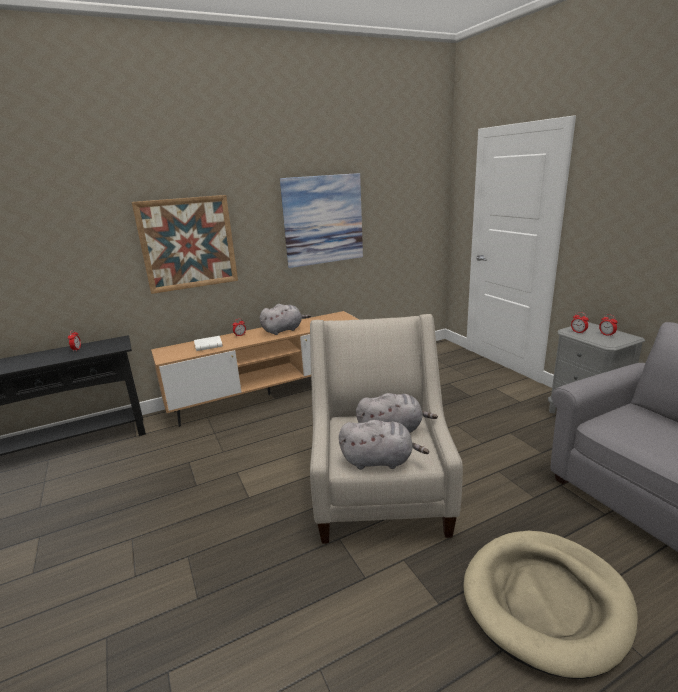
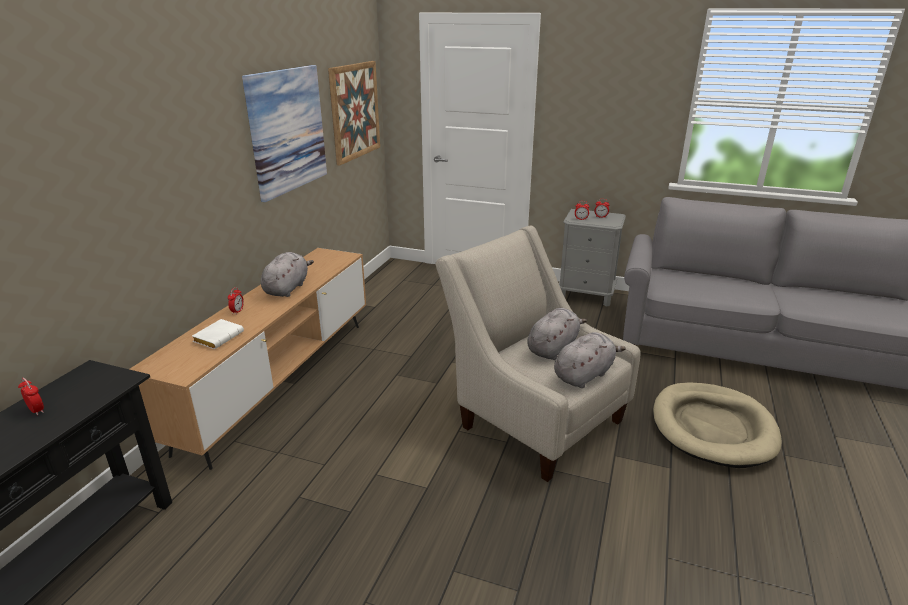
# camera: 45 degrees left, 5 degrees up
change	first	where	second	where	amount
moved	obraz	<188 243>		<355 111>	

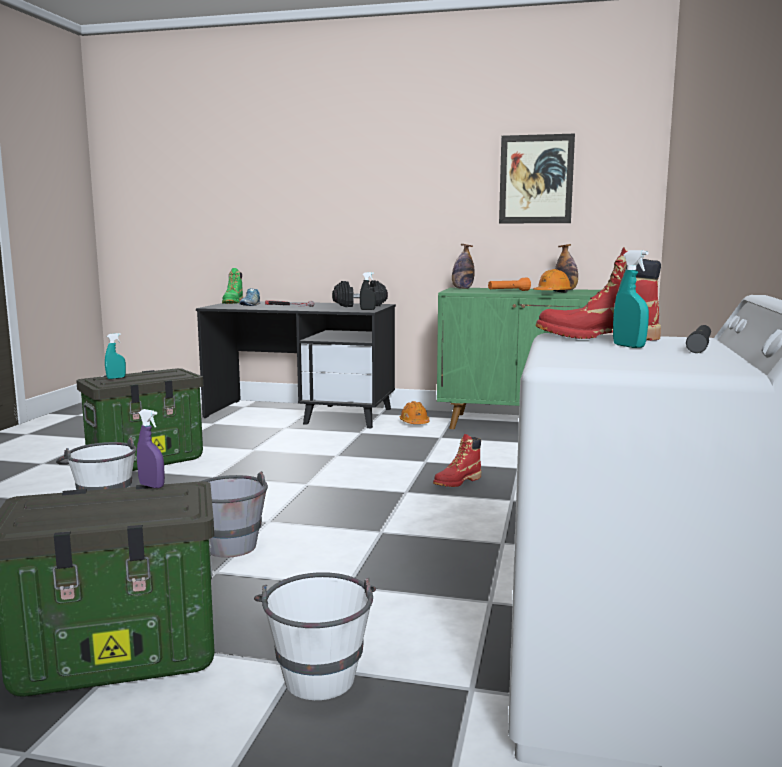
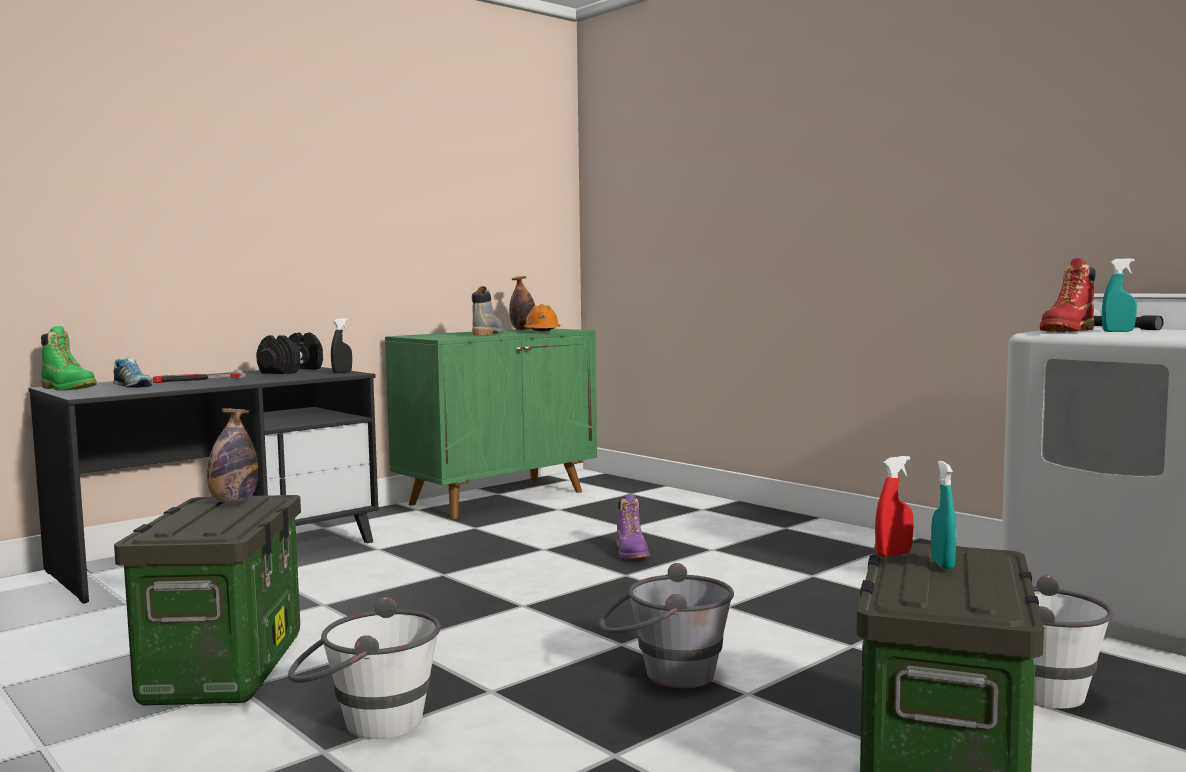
# camera: 55 degrees left, 5 degrees down
change	first	where	second	where	amount
removed	obraz	<536 179>			
moved	butelka	<462 288>		<233 501>	
replaced	latarka/pomarańczowy	<508 291>	but z cholewką/szary	<487 334>	
moved	spryskiwacz/turkusowy	<116 378>		<942 564>	
removed	kask/pomarańczowy	<414 423>			
recoloured	spryskiwacz/fioletowy	<152 486>	spryskiwacz/czerwony	<893 554>	
recoloured	but z cholewką/czerwony	<457 482>	but z cholewką/fioletowy	<631 553>	

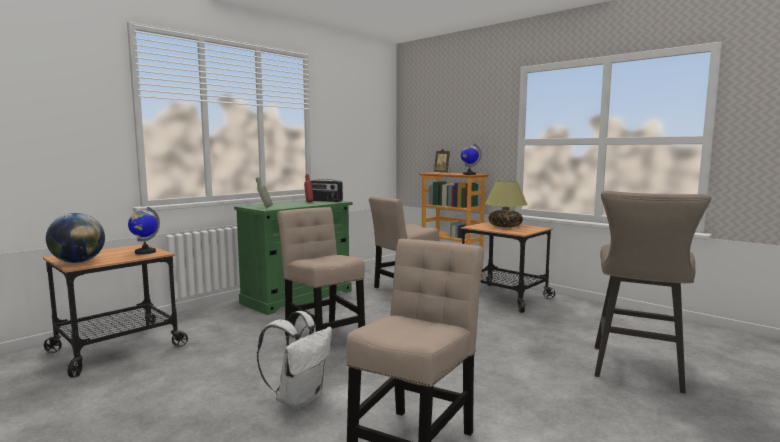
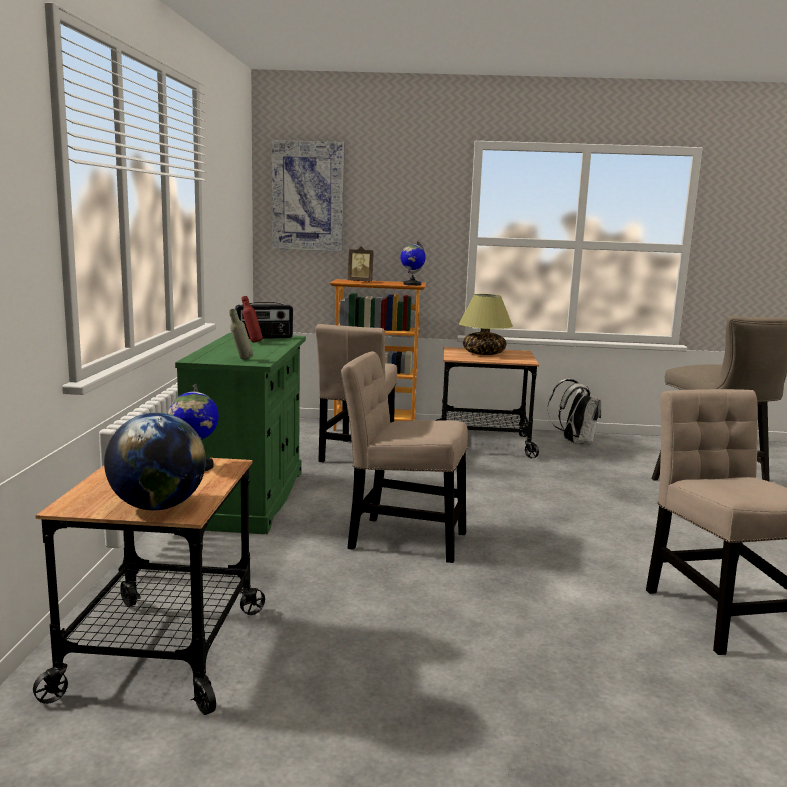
# camera: 40 degrees left, 5 degrees up
change	first	where	second	where	amount
moved	plecak/biały	<299 398>		<574 442>	
added			obraz	<308 196>	

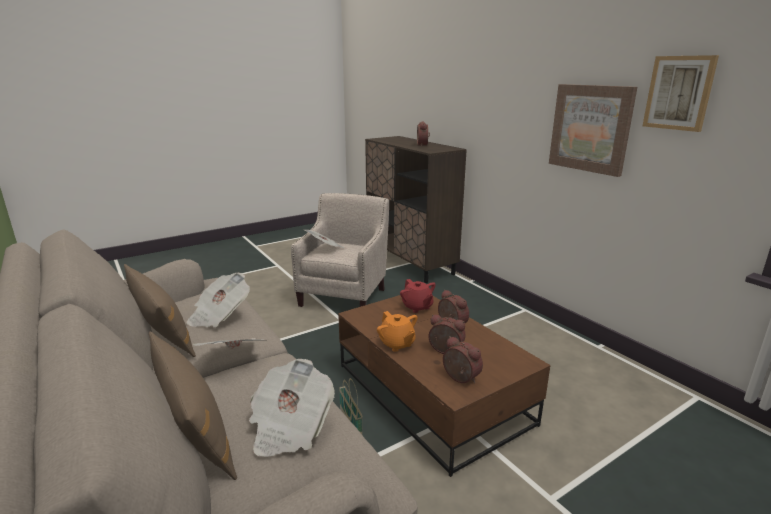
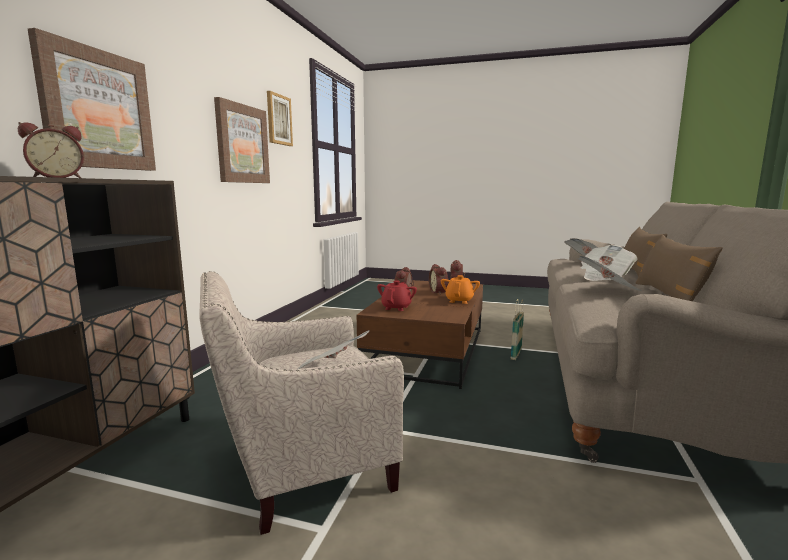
# camera: 130 degrees left, 10 degrees down
change	first	where	second	where	amount
added			obraz	<97 110>	

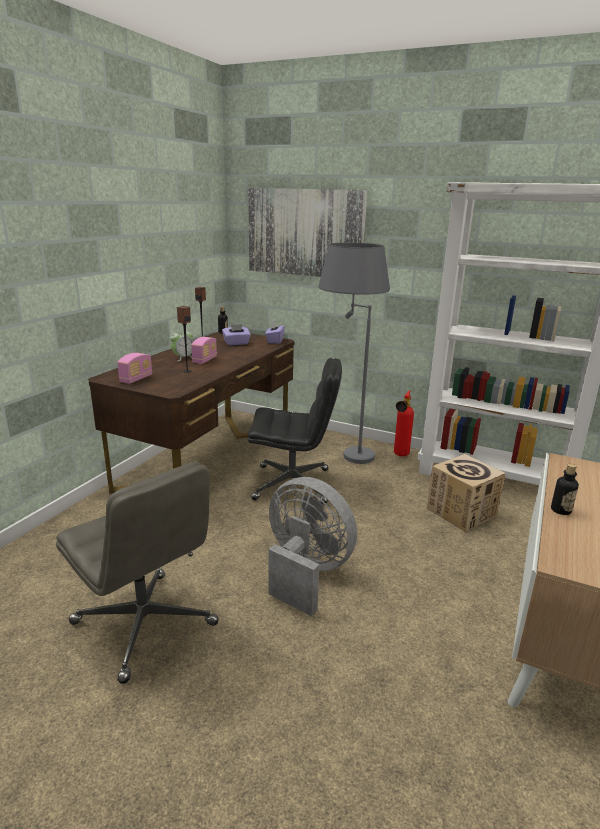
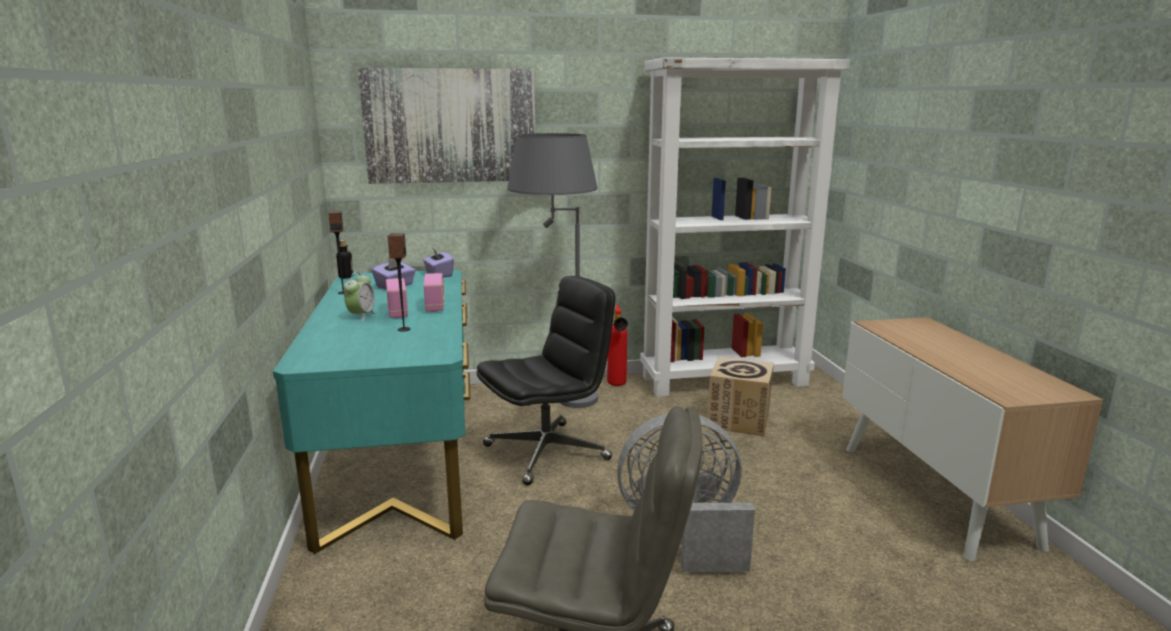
# camera: 35 degrees left, 5 degrees down
change	first	where	second	where	amount
recoloured	biurko/brązowy	<209 458>	biurko/turkusowy	<400 458>	
moved	radio	<136 379>		<435 306>	
removed	butelka	<561 510>			

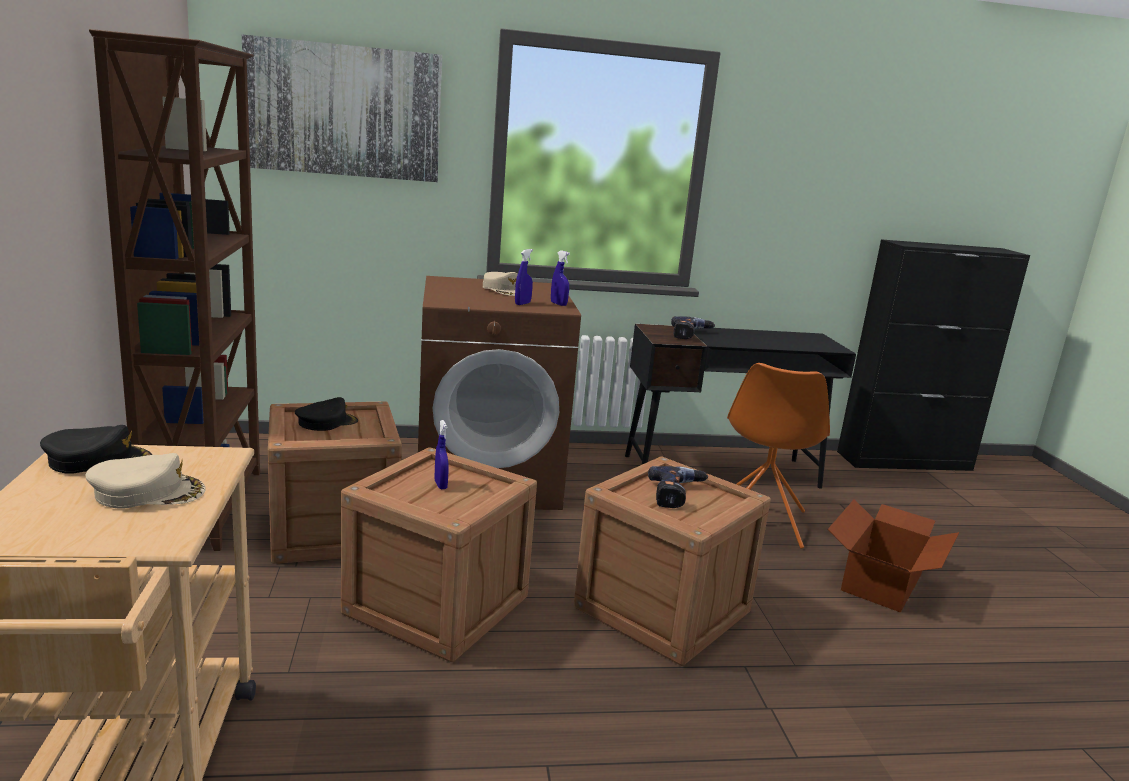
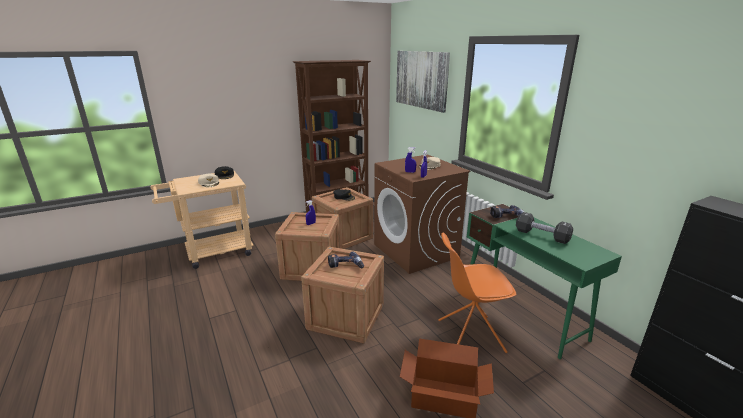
# camera: 70 degrees right, 5 degrees up
change	first	where	second	where	amount
recoloured	biurko/czarny	<722 471>	biurko/zielony	<522 312>	
added			hantel/czarny	<542 235>	

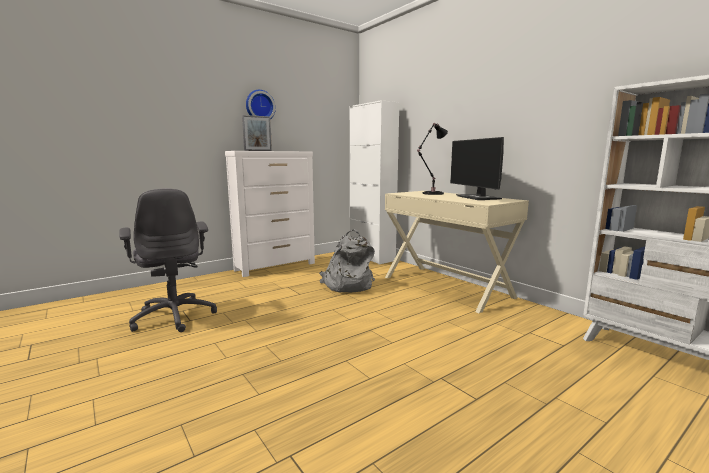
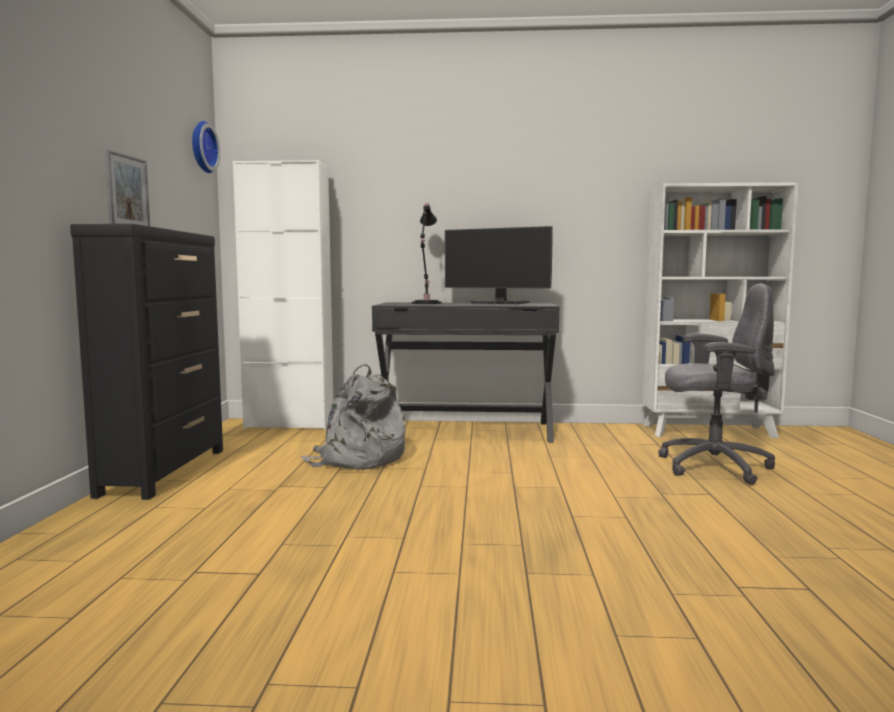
# camera: 50 degrees left, 5 degrees down
change	first	where	second	where	amount
moved	zegar ścienny	<259 106>		<201 147>	
recoloured	komoda/biały	<276 267>	komoda/czarny	<165 471>	
moved	krzesło biurowe/szary	<174 316>		<712 466>	
recoloured	biurko/beżowy	<446 286>	biurko/czarny	<465 430>	

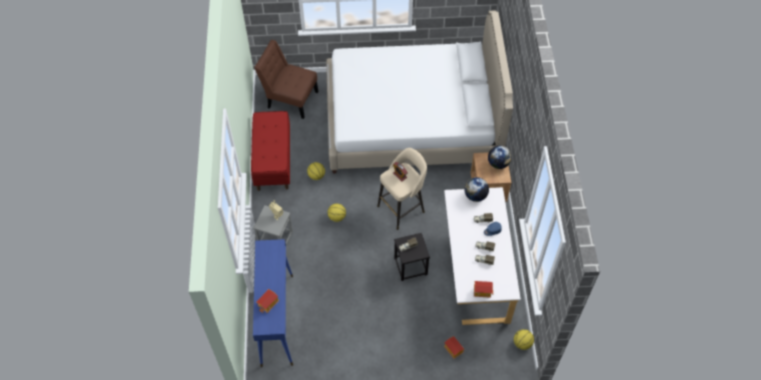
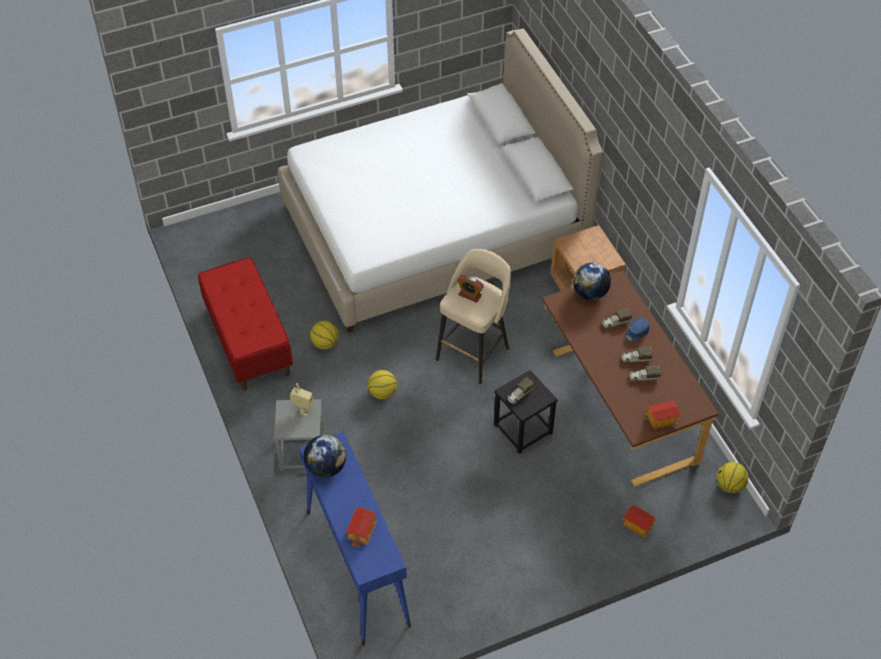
# camera: 20 degrees left, 5 degrees down
change	first	where	second	where	amount
removed	krzesło/brązowy	<290 98>			
moved	globus	<498 163>		<326 467>	
recoloured	biurko/biały	<475 270>	biurko/brązowy	<618 406>	

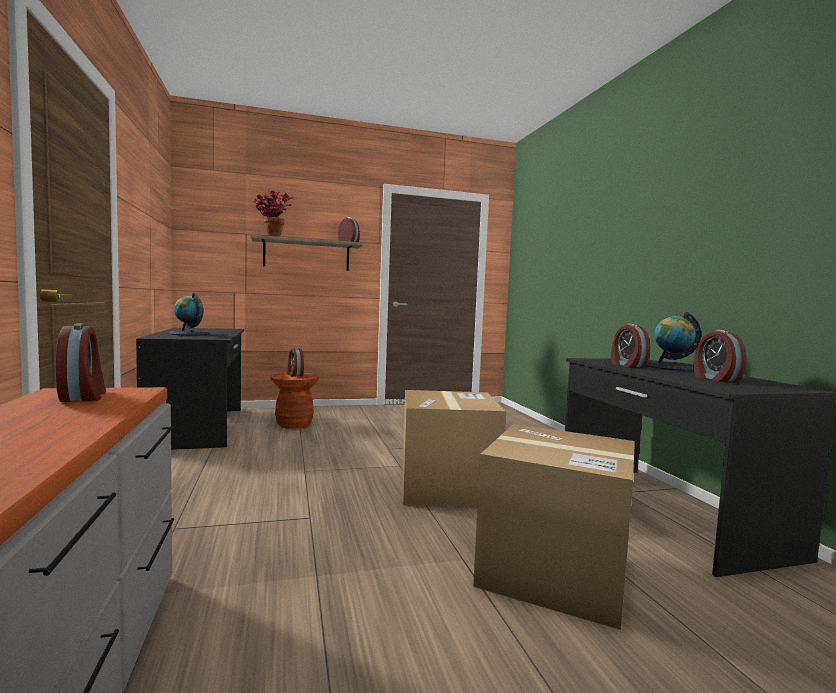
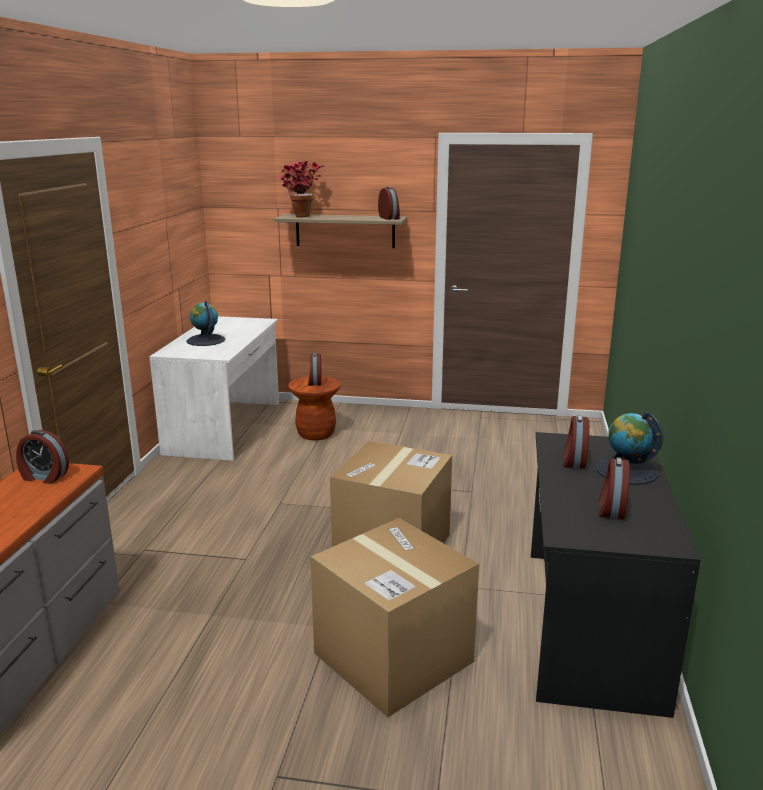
# camera: 25 degrees right, 15 degrees up
change	first	where	second	where	amount
turned	budzik	<84 396>		<44 477>	105 degrees clockwise
recoloured	biurko/czarny	<199 427>	biurko/biały	<226 427>	

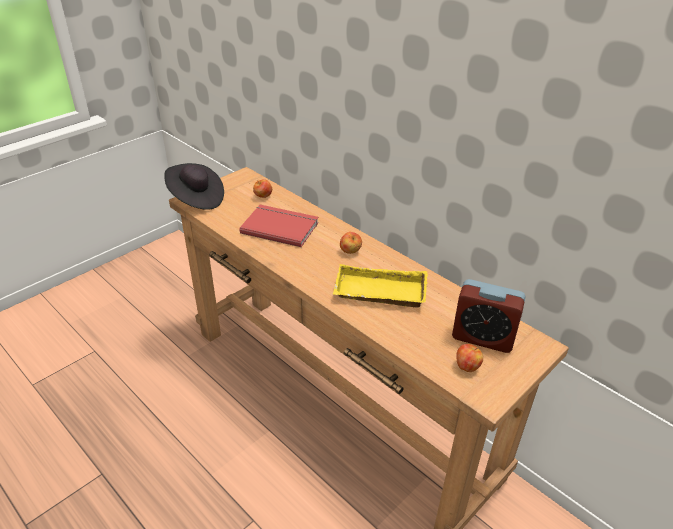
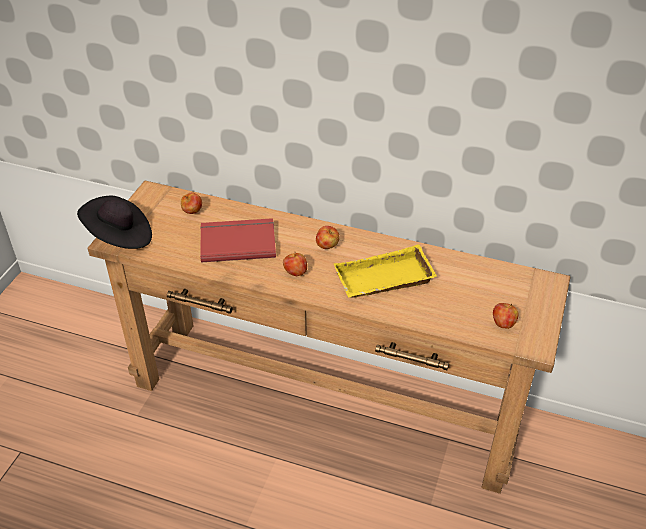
# camera: 25 degrees left, 5 degrees up
change	first	where	second	where	amount
removed	budzik	<482 337>			
added			jabłko	<295 273>	

